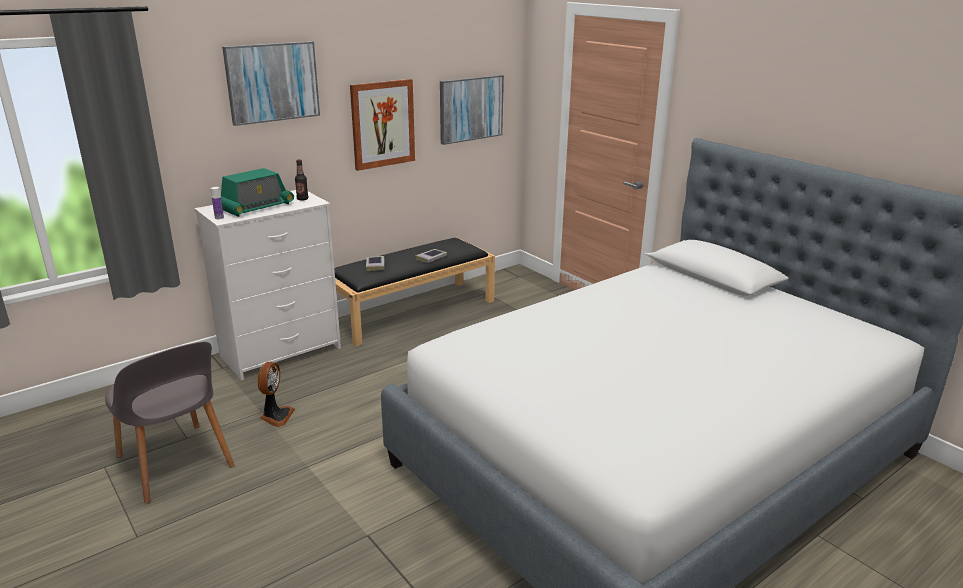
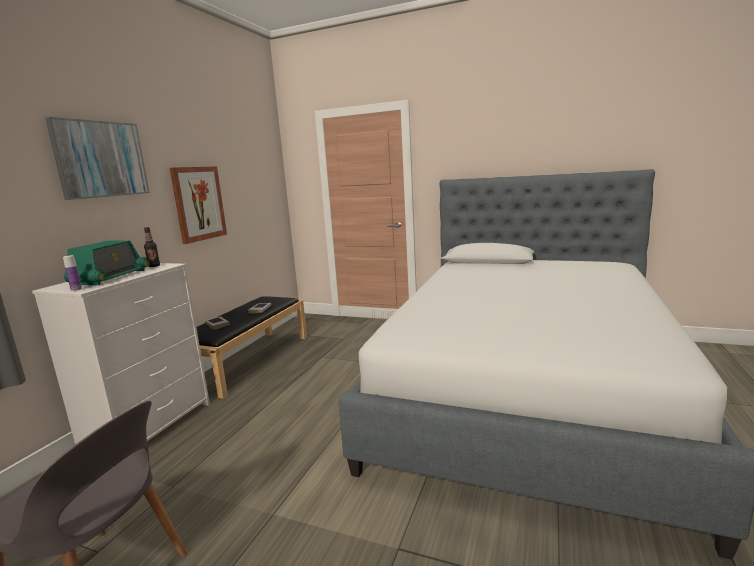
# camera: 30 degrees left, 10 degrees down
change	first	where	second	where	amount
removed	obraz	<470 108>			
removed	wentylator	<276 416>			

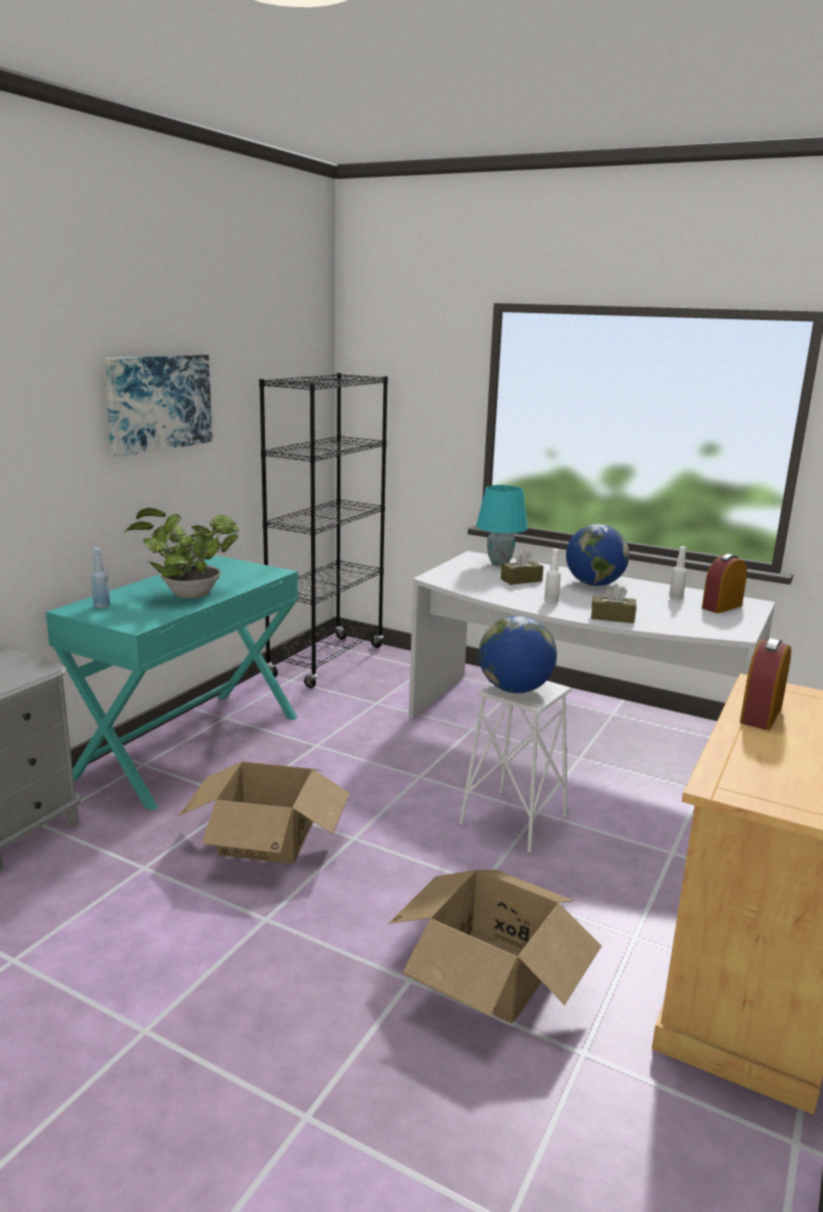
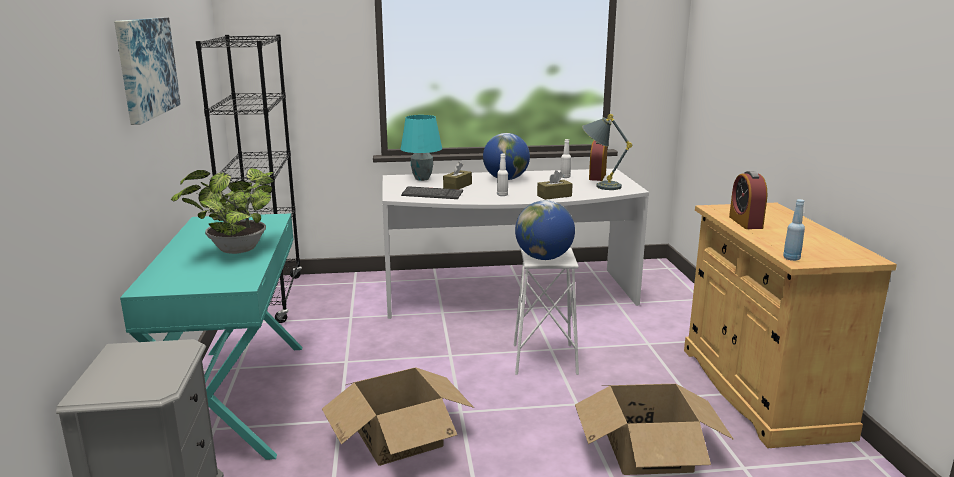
# camera: 35 degrees left, 0 degrees up
change	first	where	second	where	amount
moved	butelka/niebieski	<102 606>		<791 258>	
added			lampa stołowa/szary	<599 186>	
added			klawiatura	<432 194>	

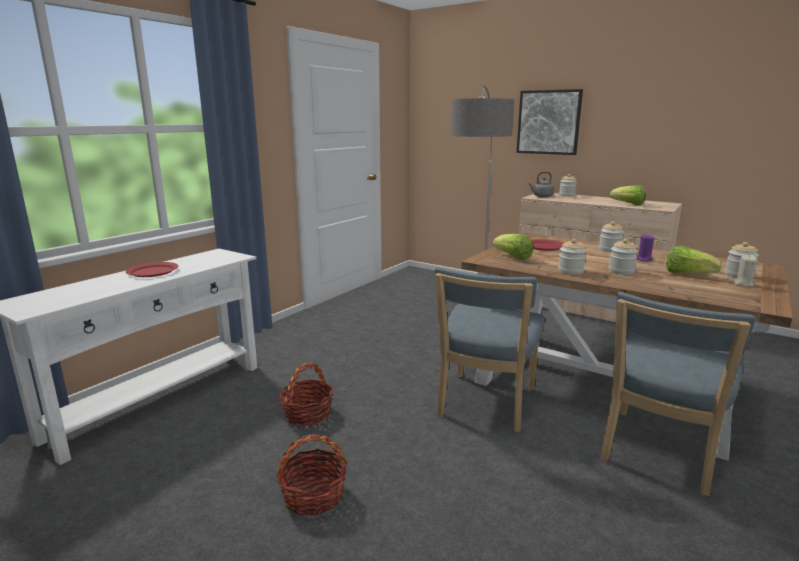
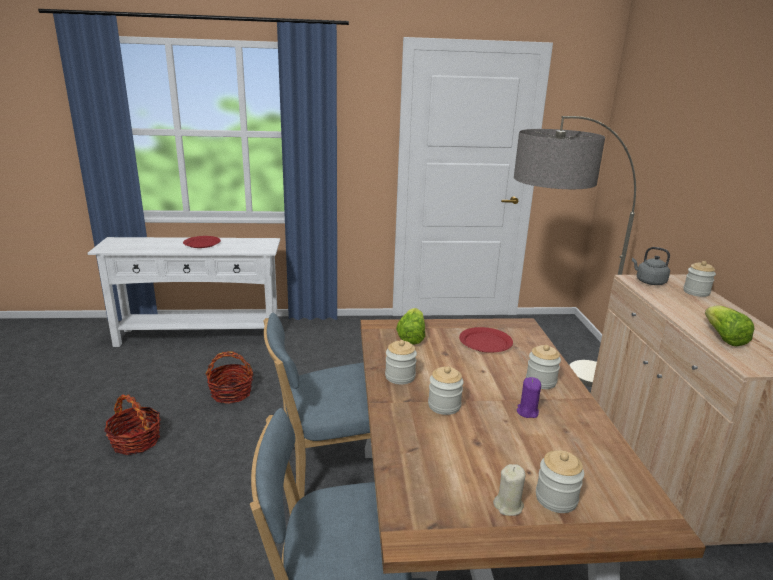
# camera: 50 degrees right, 5 degrees up
change	first	where	second	where	amount
removed	obraz	<548 122>			
removed	sałata	<687 274>			

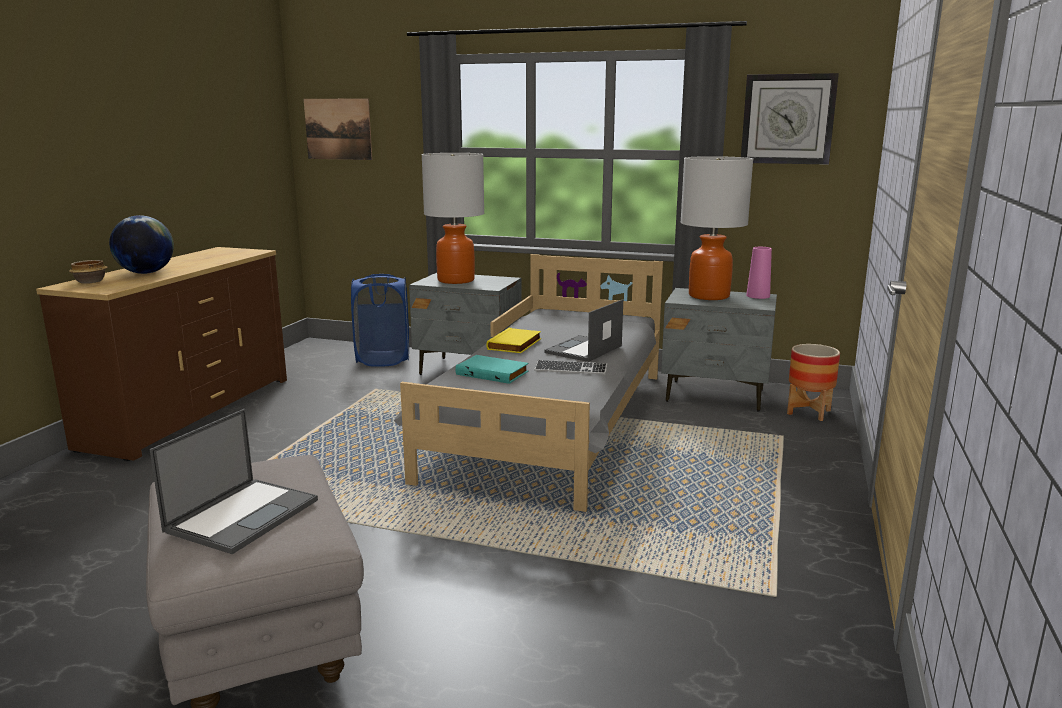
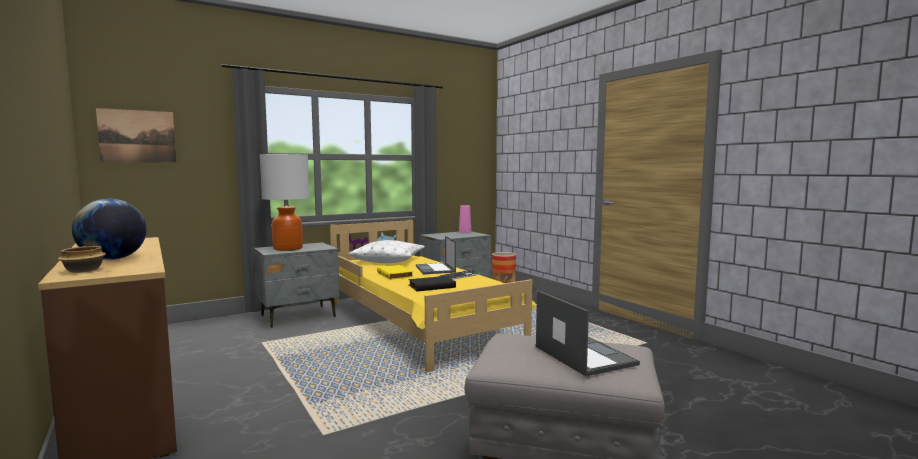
# camera: 50 degrees left, 10 degrees down
change	first	where	second	where	amount
removed	zegar ścienny	<788 119>			
removed	lampa stołowa	<709 296>			
recoloured	łóżko/szary	<553 424>	łóżko/żółty	<419 323>	
removed	kosz na pranie/niebieski	<383 359>			
recoloured	książka/turkusowy	<493 373>	książka/czarny	<431 286>	
added			poduszka/biały	<388 260>	

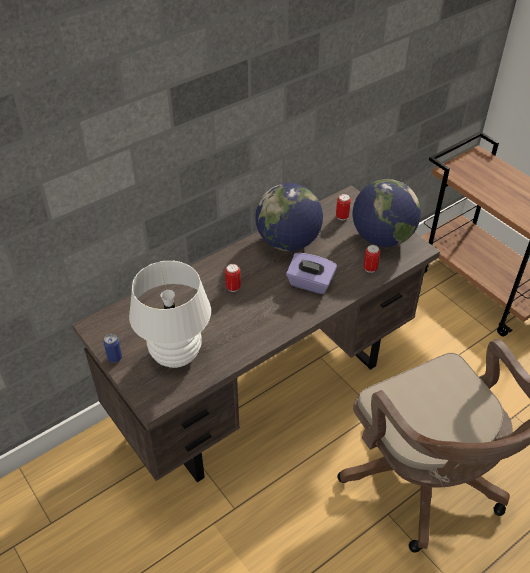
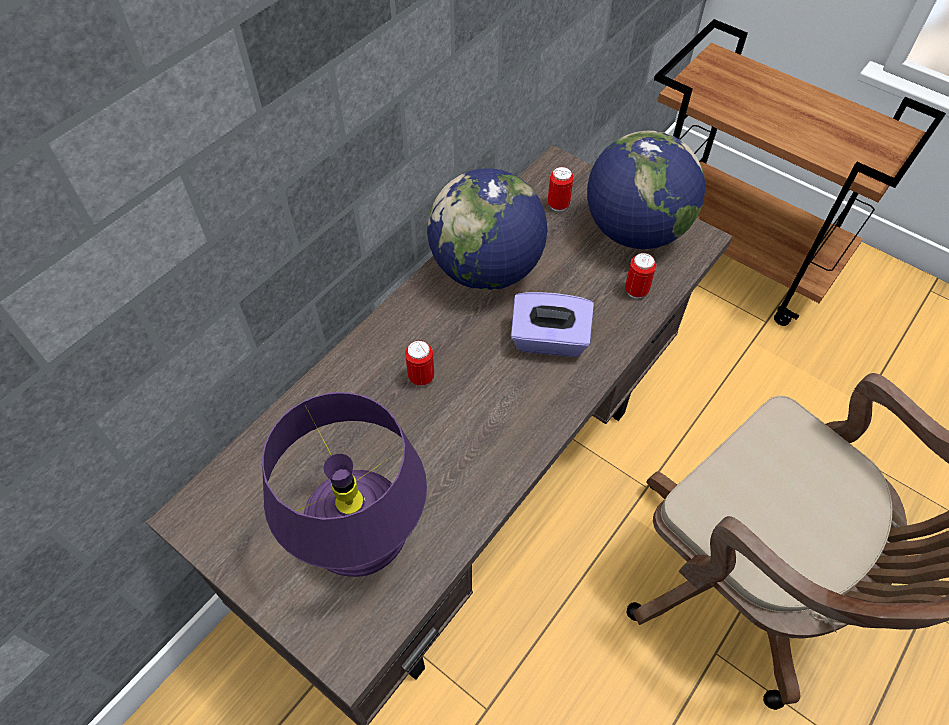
# camera: 15 degrees left, 10 degrees up
change	first	where	second	where	amount
recoloured	lampa stołowa/biały	<176 355>	lampa stołowa/fioletowy	<361 540>	
removed	puszka	<115 358>			

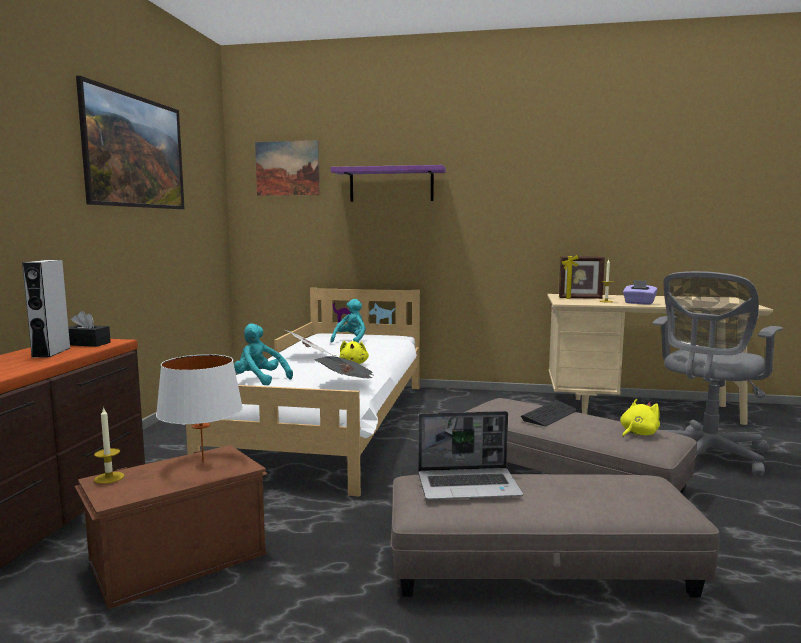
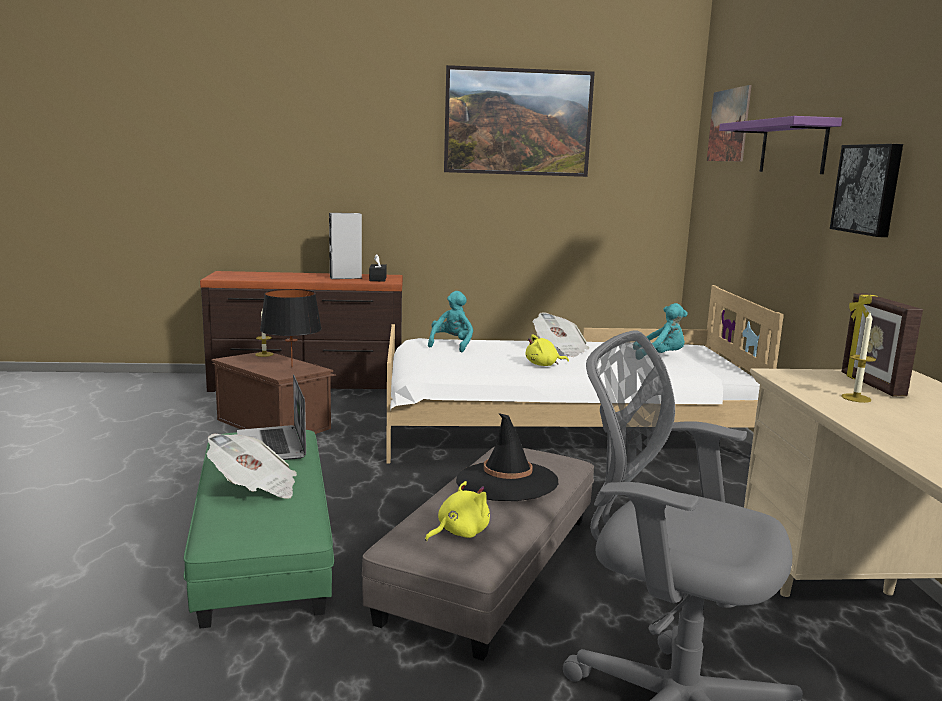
# camera: 75 degrees right, 5 degrees up
change	first	where	second	where	amount
removed	pudełko chusteczek/fioletowy	<639 303>			
recoloured	lampa stołowa/biały	<203 462>	lampa stołowa/czarny	<291 367>	
moved	gazeta	<347 384>		<255 488>	
turned	pluszak/żółty	<637 433>		<459 533>	75 degrees counterclockwise
replaced	klawiatura	<549 415>	kapelusz/czarny	<506 481>	
recoloured	pufa/szary	<539 565>	pufa/zielony	<264 544>	
added			obraz	<869 189>	

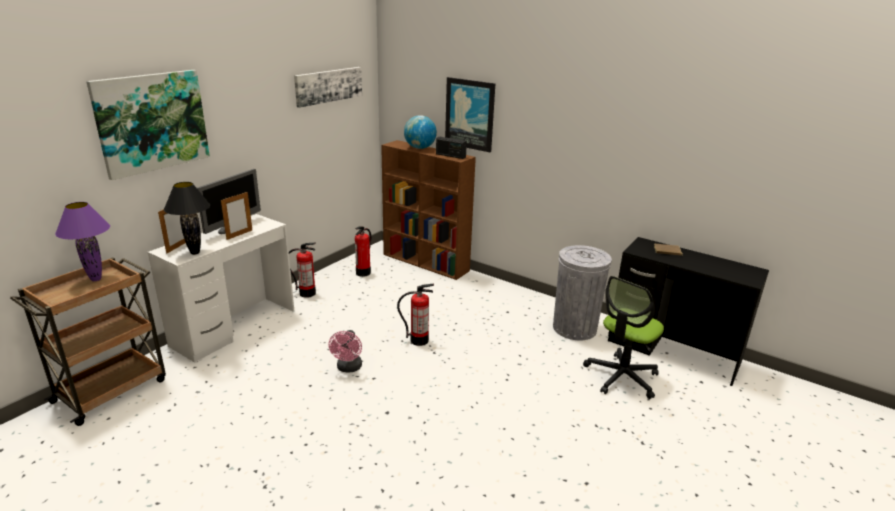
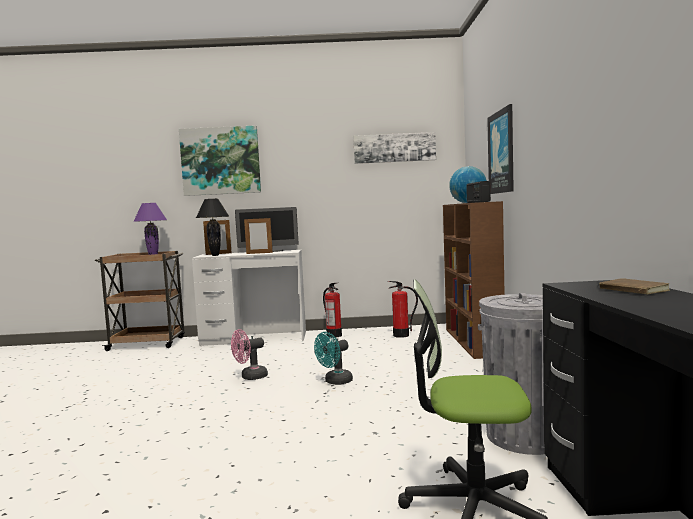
# camera: 55 degrees right, 20 degrees down
change	first	where	second	where	amount
replaced	gaśnica	<419 340>	wentylator/turkusowy	<335 382>	

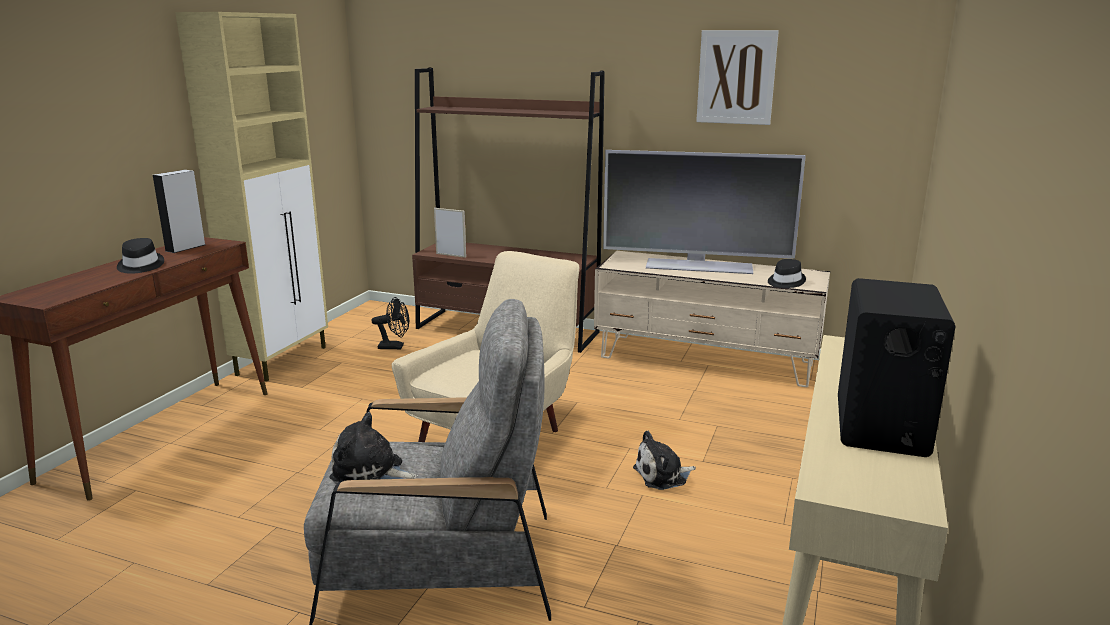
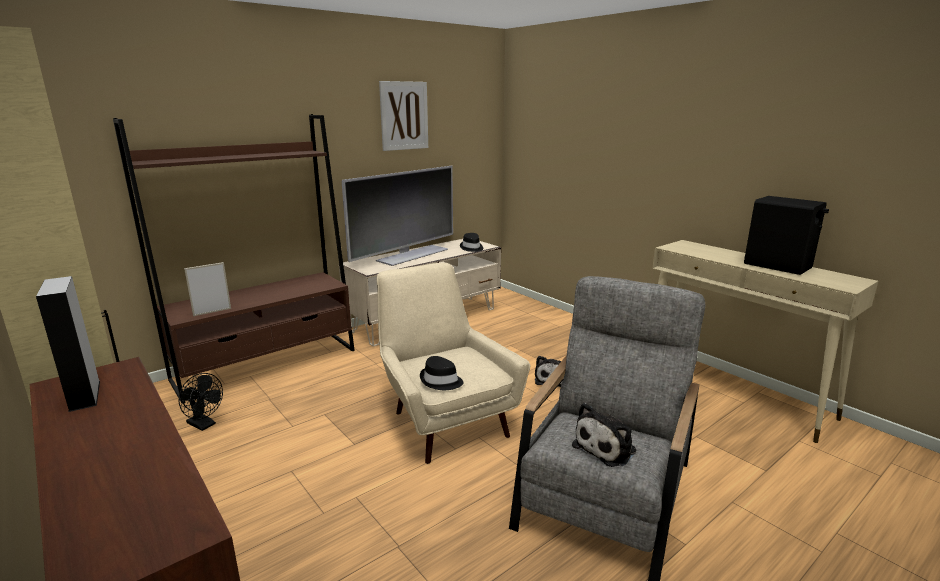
# camera: 60 degrees left, 0 degrees up
change	first	where	second	where	amount
moved	kapelusz/czarny	<140 266>		<441 381>	
turned	wentylator/czarny	<395 347>		<204 425>	90 degrees clockwise

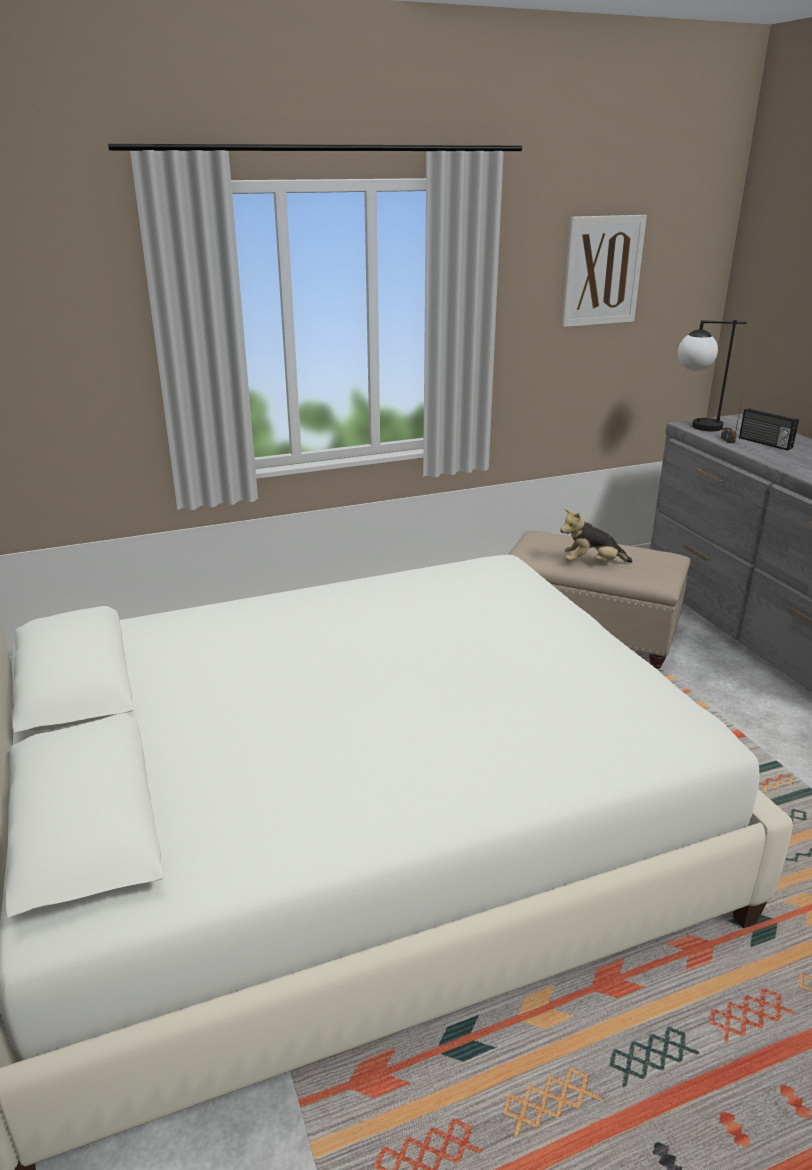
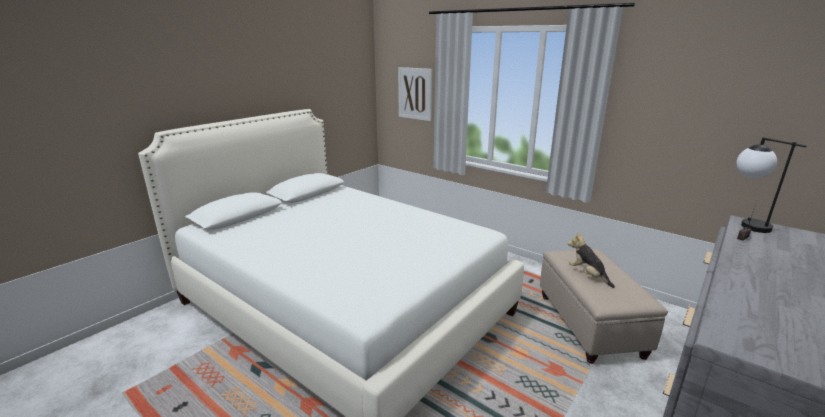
# camera: 60 degrees right, 5 degrees down
change	first	where	second	where	amount
moved	obraz	<602 271>		<415 93>	
removed	radio	<764 443>			

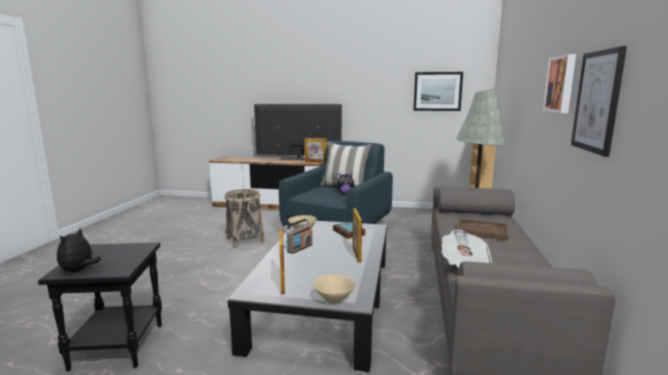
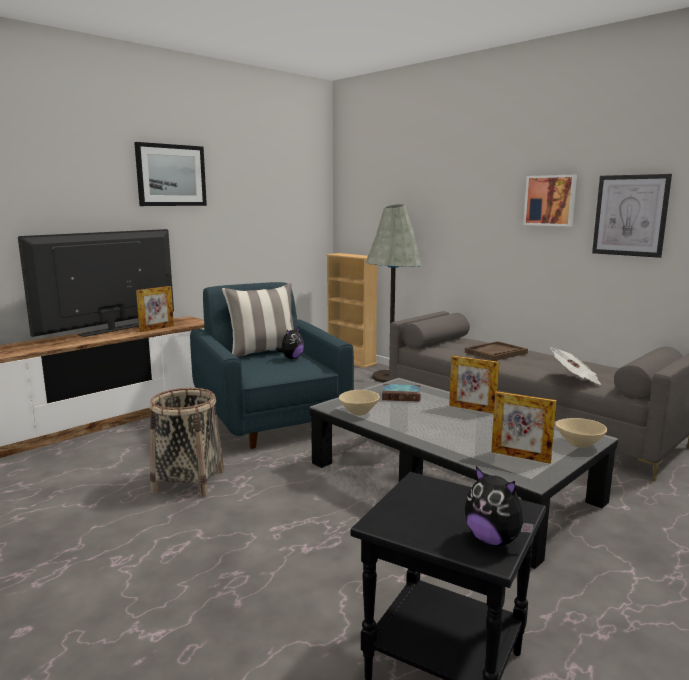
# camera: 55 degrees left, 0 degrees up
change	first	where	second	where	amount
moved	obraz	<437 91>		<171 175>	
removed	radio	<299 248>			

